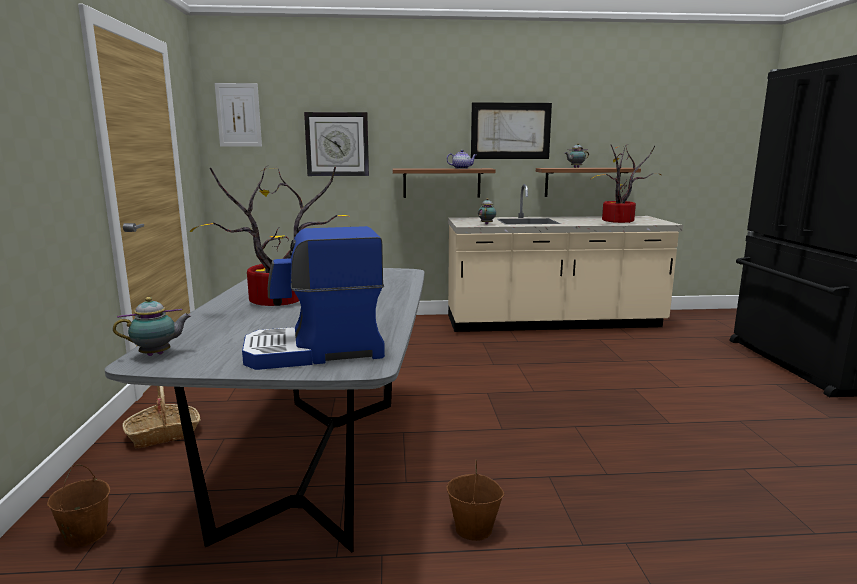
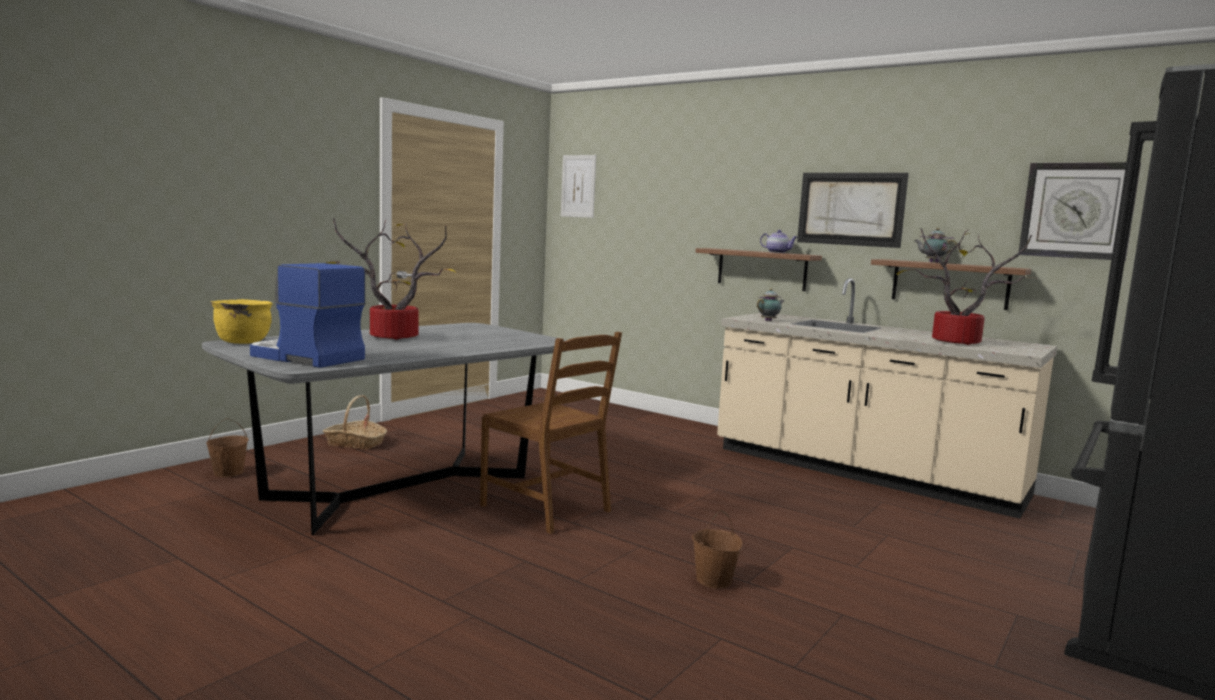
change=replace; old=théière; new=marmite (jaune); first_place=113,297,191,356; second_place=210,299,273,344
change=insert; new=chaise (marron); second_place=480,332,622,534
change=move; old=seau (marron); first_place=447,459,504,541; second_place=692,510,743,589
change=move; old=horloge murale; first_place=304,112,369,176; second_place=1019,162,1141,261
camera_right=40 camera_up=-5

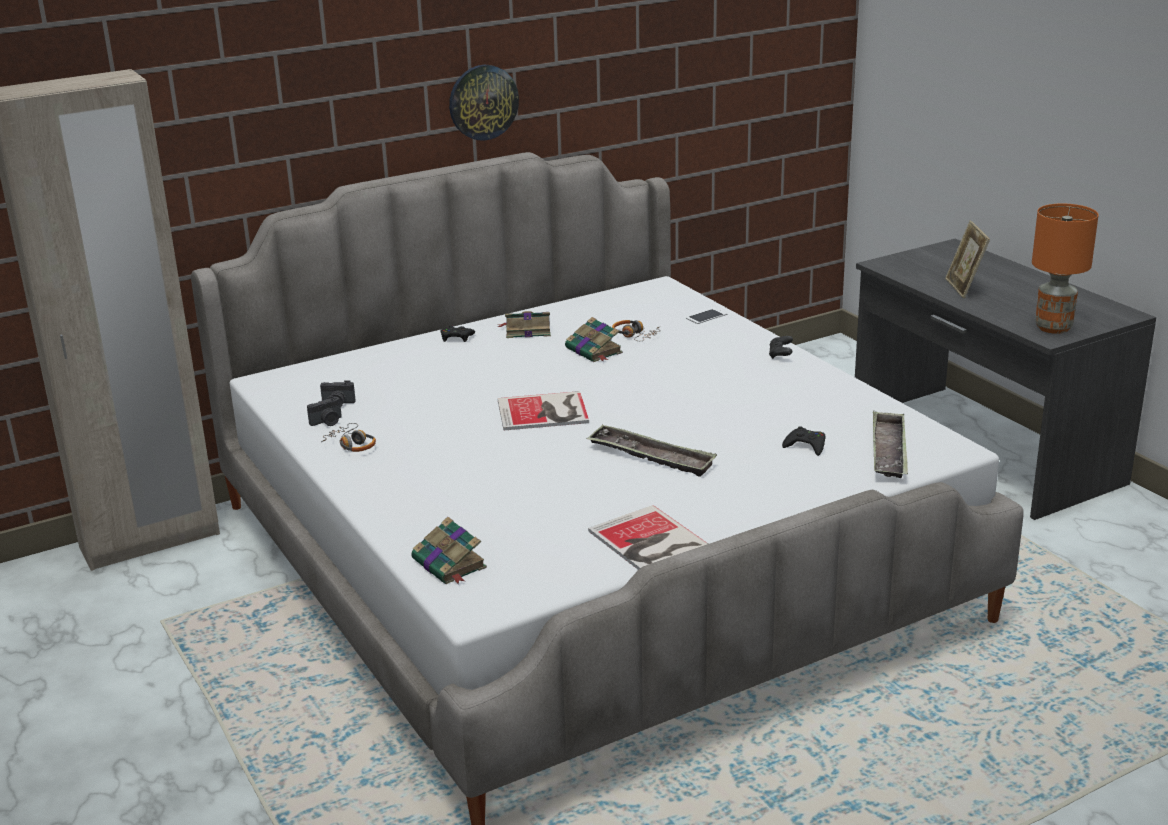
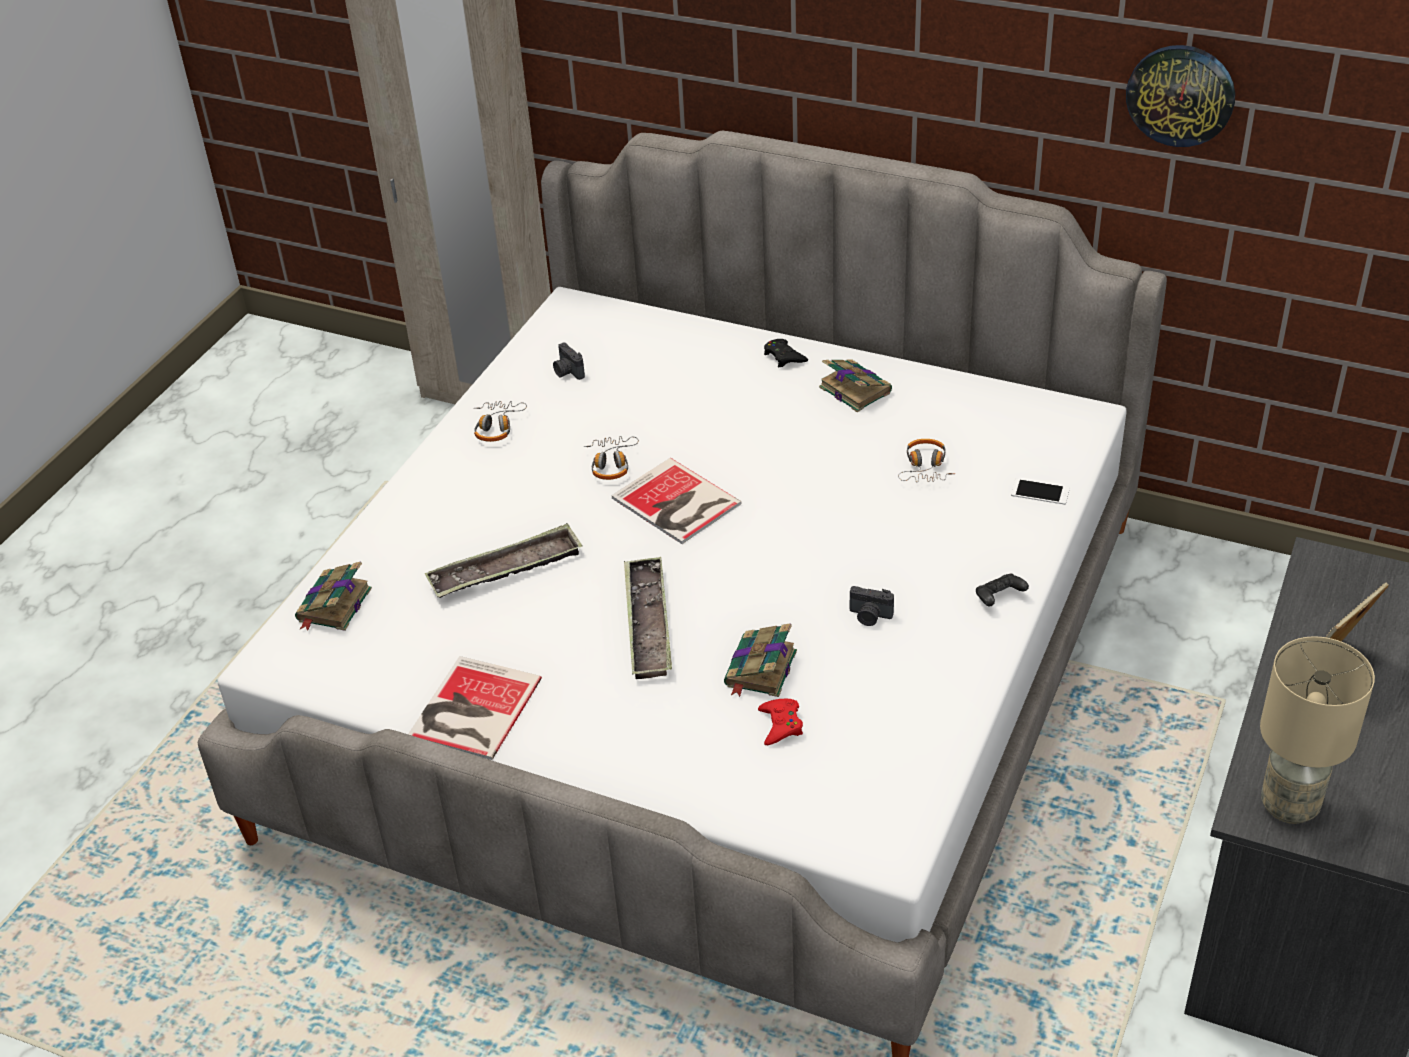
change=move; old=plateau; first_place=873,411,908,478; second_place=425,523,583,598
change=insert; new=casque audio; second_place=584,436,639,480
change=move; old=livre; first_place=565,317,623,362; second_place=724,623,797,697
change=recolor; old=manette (noir); new=manette (rouge); first_place=782,426,825,456; second_place=758,699,803,745
change=move; old=appareil photo; first_place=307,396,342,426; second_place=850,586,894,626
change=move; old=horloge murale; first_place=449,65,519,141; second_place=1126,45,1235,147
change=recolor; old=lampe de table (orange); new=lampe de table (beige); first_place=1032,203,1098,334; second_place=1260,636,1375,824
camera_right=55 camera_up=15

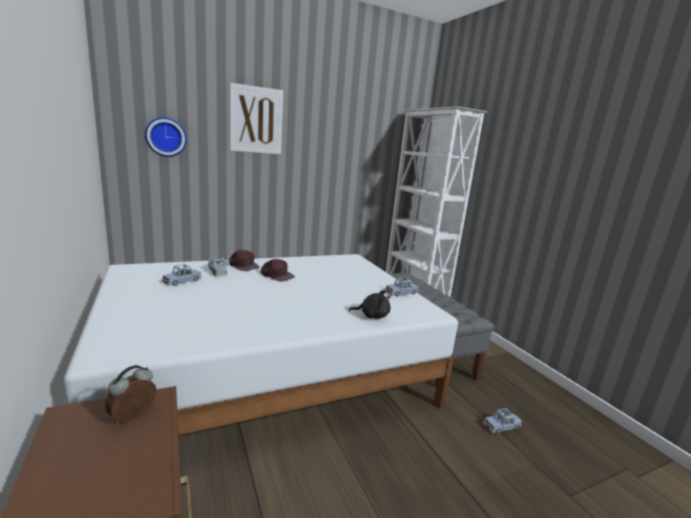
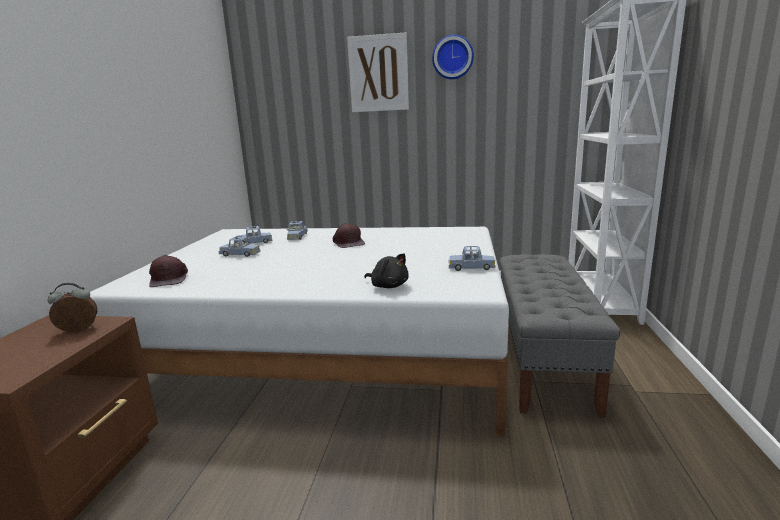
change=move; old=casquette (marron); first_place=229,250,259,271; second_place=149,255,188,287
change=move; old=petite voiture (bleu); first_place=483,408,522,434; second_place=219,236,260,257
change=move; old=horloge murale; first_place=145,117,187,157; second_place=432,35,474,79
camera_right=35 camera_up=0

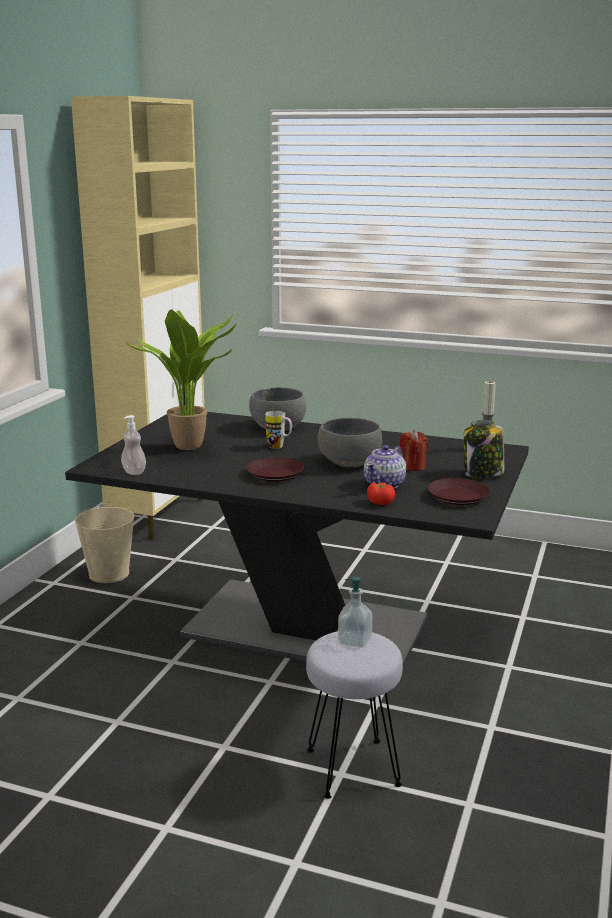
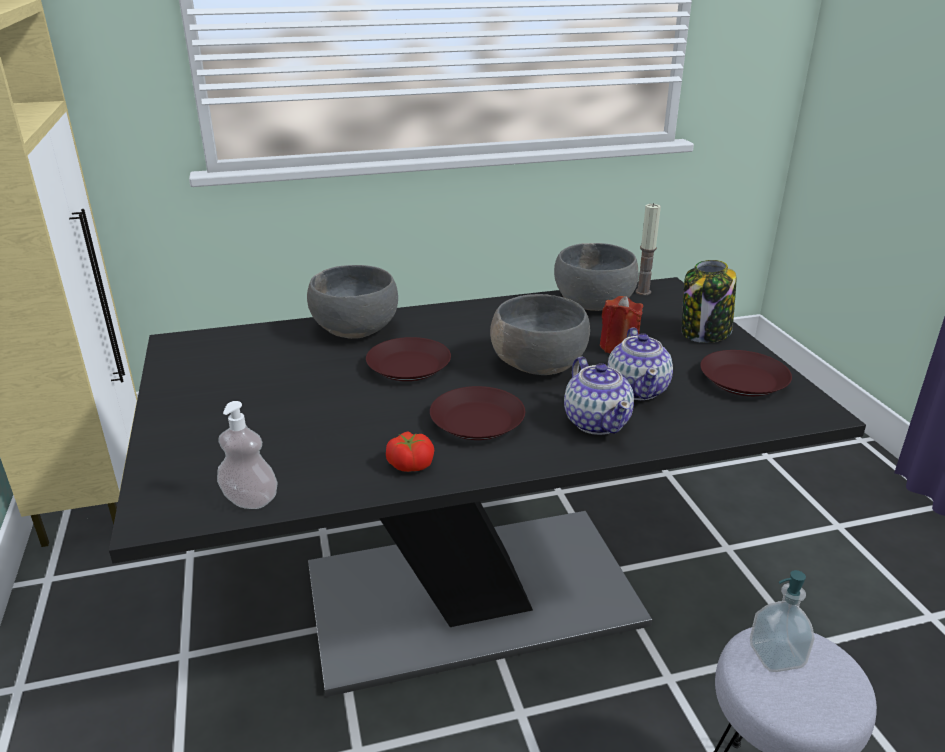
change=replace; old=mug; new=assiette (marron); first_place=265,411,292,449; second_place=366,337,451,381
change=move; old=tomate; first_place=367,482,395,505; second_place=386,431,434,472
change=insert; new=bol (gris); second_place=554,243,639,311
change=insert; new=théière; second_place=564,357,634,435
change=delete; old=seau (beige); first_place=74,506,134,583
change=delete; old=plante en pot; first_place=123,309,237,450
camera_right=-35 camera_up=10

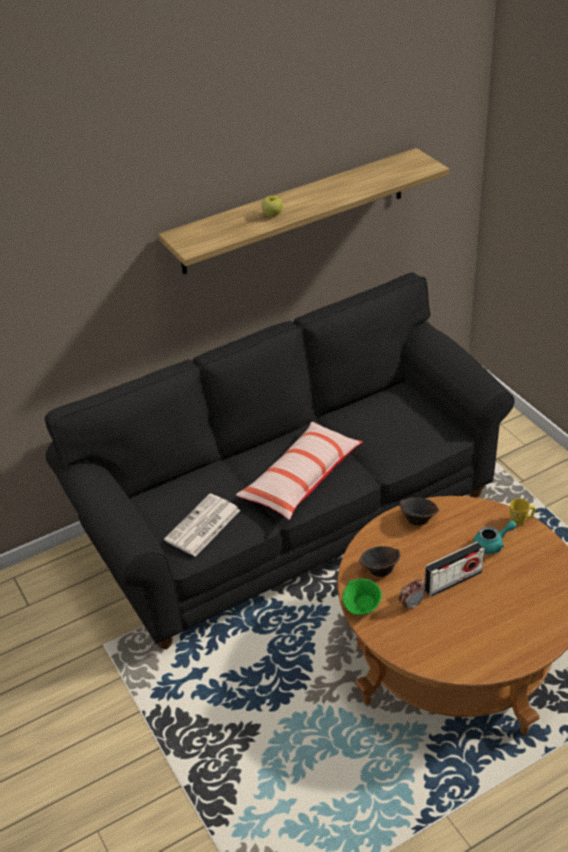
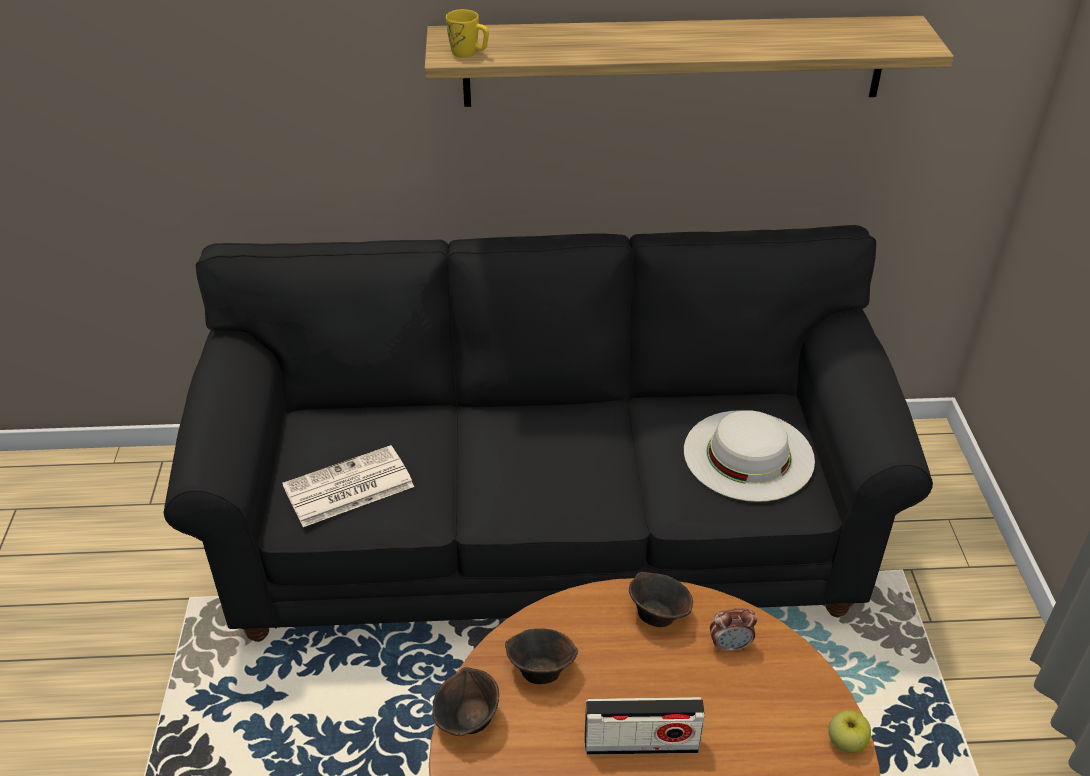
change=recolor; old=bol (vert); new=bol (marron); first_place=342,579,382,615; second_place=432,667,499,736
change=move; old=mug (jaune); first_place=510,498,536,526; second_place=446,9,489,58
change=insert; new=chapeau (blanc); second_place=684,410,815,502
change=move; old=réveil; first_place=399,579,425,611; second_place=710,608,757,652
change=move; old=pomme; first_place=261,196,283,217; second_place=828,710,871,753
change=delete; old=coussin; first_place=236,421,363,520
change=delete; old=théière (turquoise); first_place=473,521,516,554
camera_right=25 camera_up=0

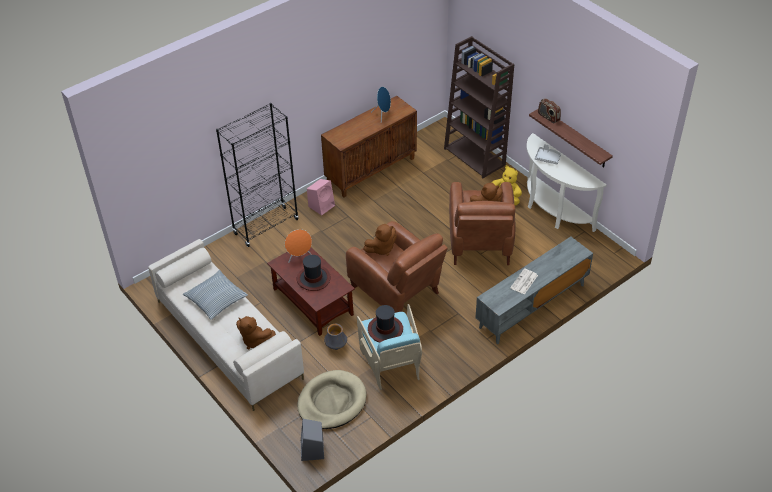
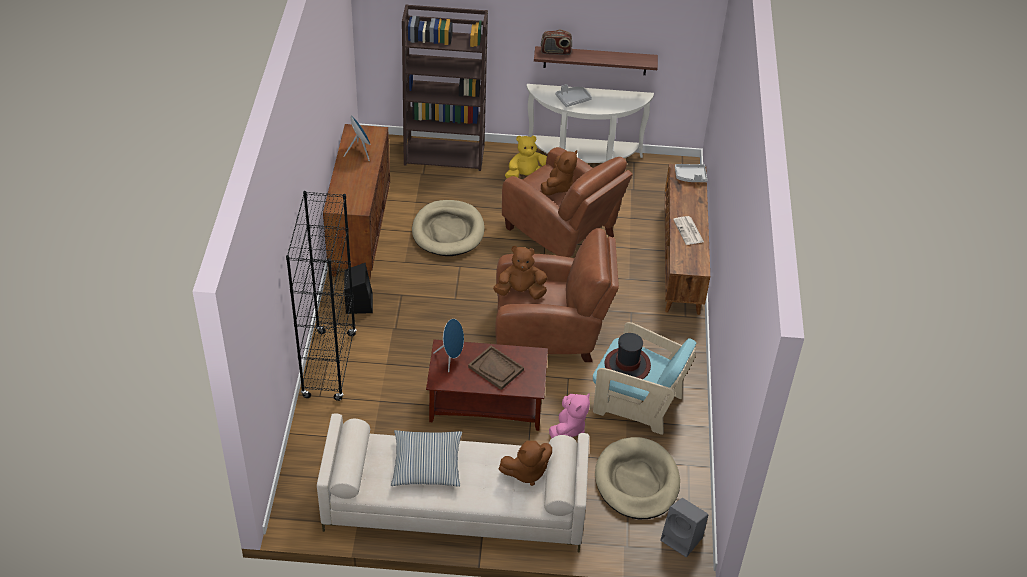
change=recolor; old=enceinte (rose); new=enceinte (noir); first_place=307,179,335,215; second_place=344,263,373,314
change=insert; new=panier pour chien (beige); second_place=412,200,485,256
change=recolor; old=enceinte (orange); new=enceinte (bleu); first_place=285,229,312,263; second_place=433,319,464,372
change=replace; old=chapeau; new=plateau (marron); first_place=297,255,331,291; second_place=468,346,524,390
change=rotate; old=peluche (marron); first_place=363,224,397,256; second_place=493,246,547,300; degrees=-105
change=replace; old=vase; new=peluche (rose); first_place=324,324,347,350; second_place=549,393,590,439
change=recolor; old=meuble télé (gris); new=meuble télé (marron); first_place=475,237,593,344; second_place=664,164,710,315
change=insert; new=plateau (gris); second_place=675,164,707,182
camera_right=-50 camera_up=0

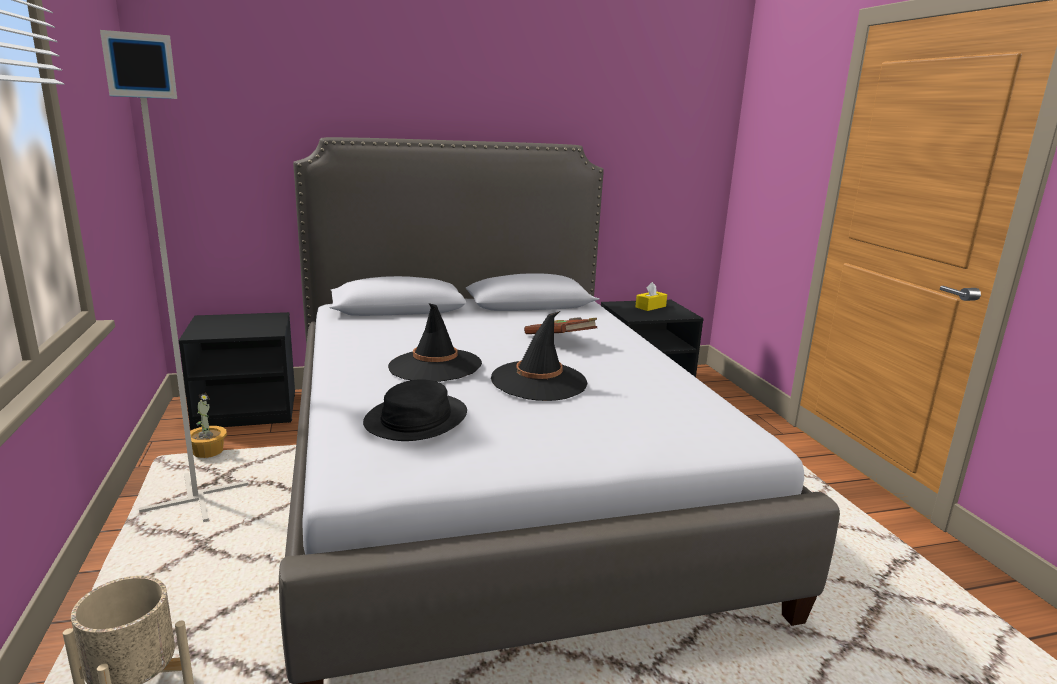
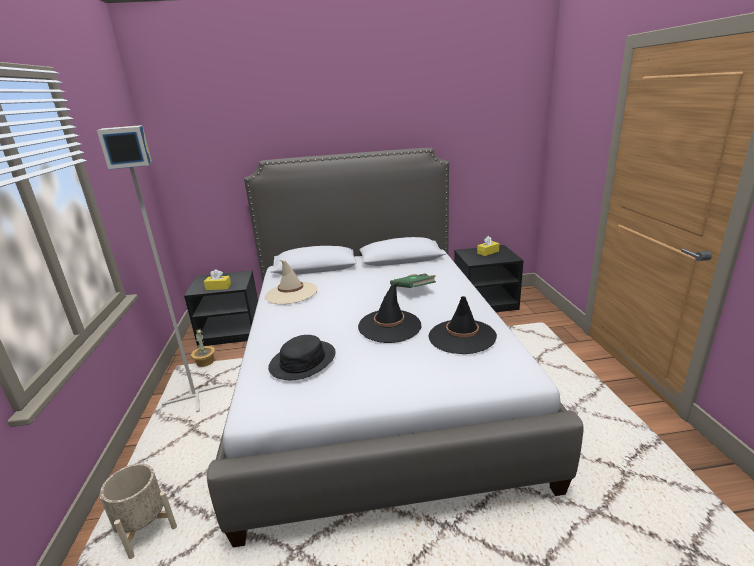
change=insert; new=boîte à mouchoirs (jaune); second_place=204,269,231,290
change=insert; new=chapeau (beige); second_place=265,260,317,305
change=recolor; old=livre (marron); new=livre (vert); first_place=524,317,597,334; second_place=390,274,436,288
change=move; old=chapeau (noir); first_place=388,303,482,382; second_place=428,296,497,354
camera_right=10 camera_up=5

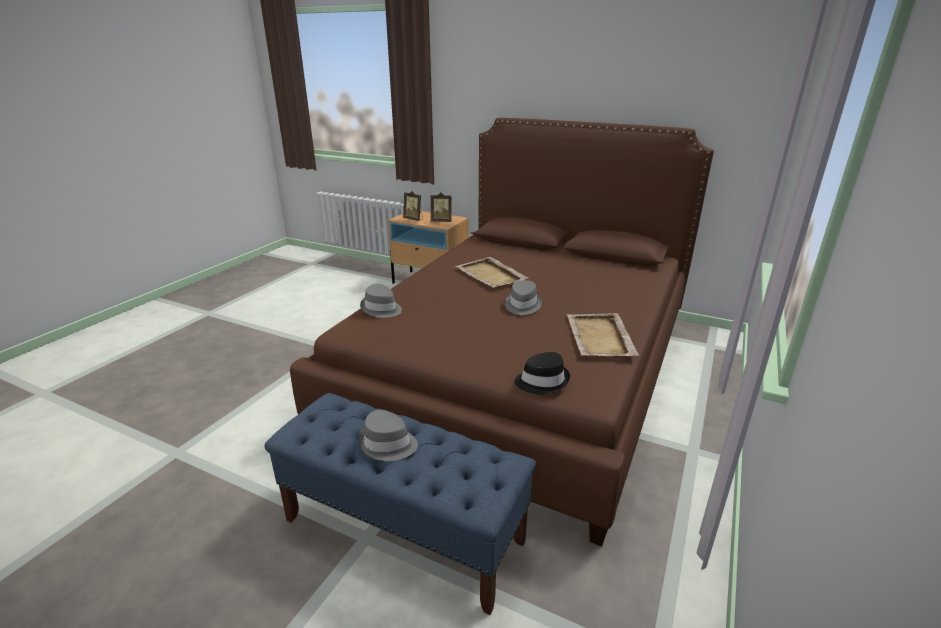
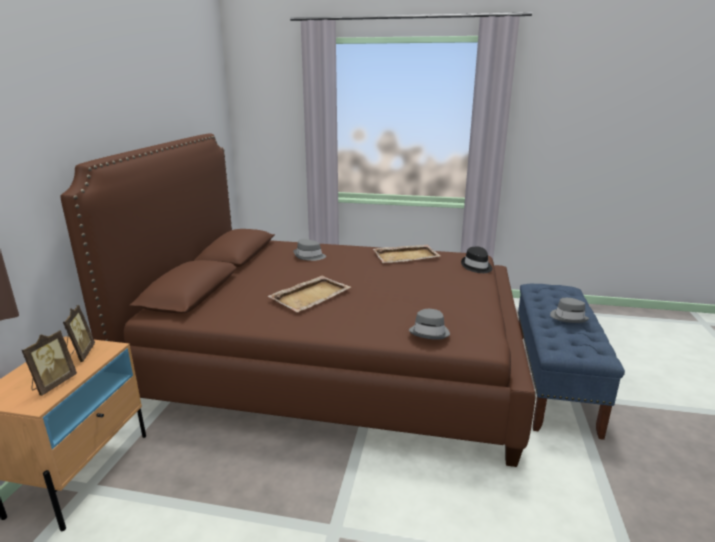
change=move; old=chapeau (gris); first_place=505,280,542,315; second_place=294,239,326,261
camera_right=-105 camera_up=-5

